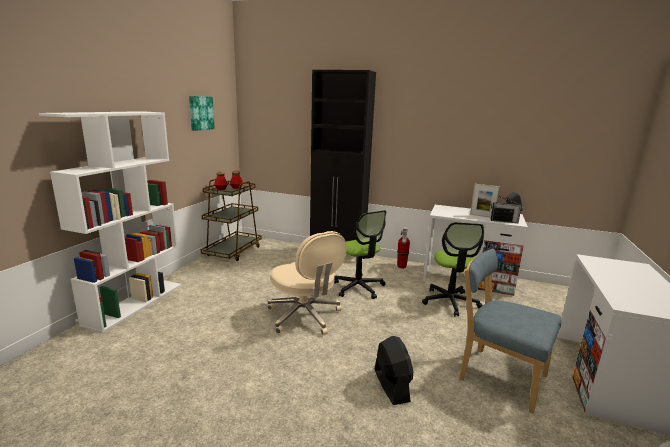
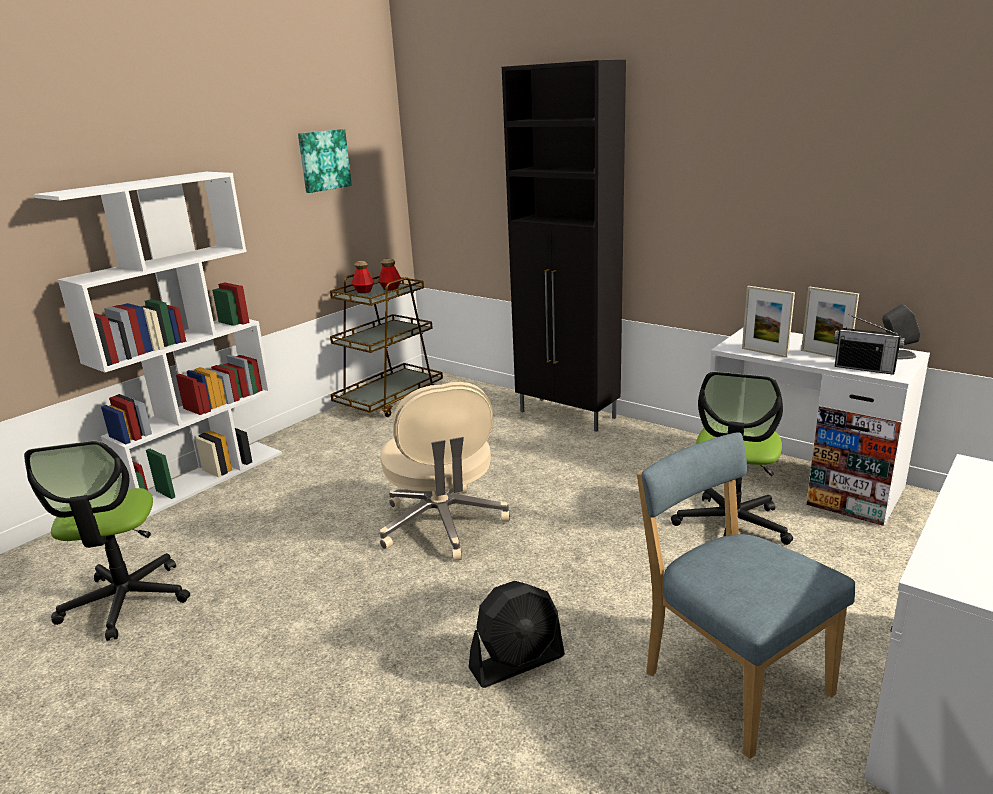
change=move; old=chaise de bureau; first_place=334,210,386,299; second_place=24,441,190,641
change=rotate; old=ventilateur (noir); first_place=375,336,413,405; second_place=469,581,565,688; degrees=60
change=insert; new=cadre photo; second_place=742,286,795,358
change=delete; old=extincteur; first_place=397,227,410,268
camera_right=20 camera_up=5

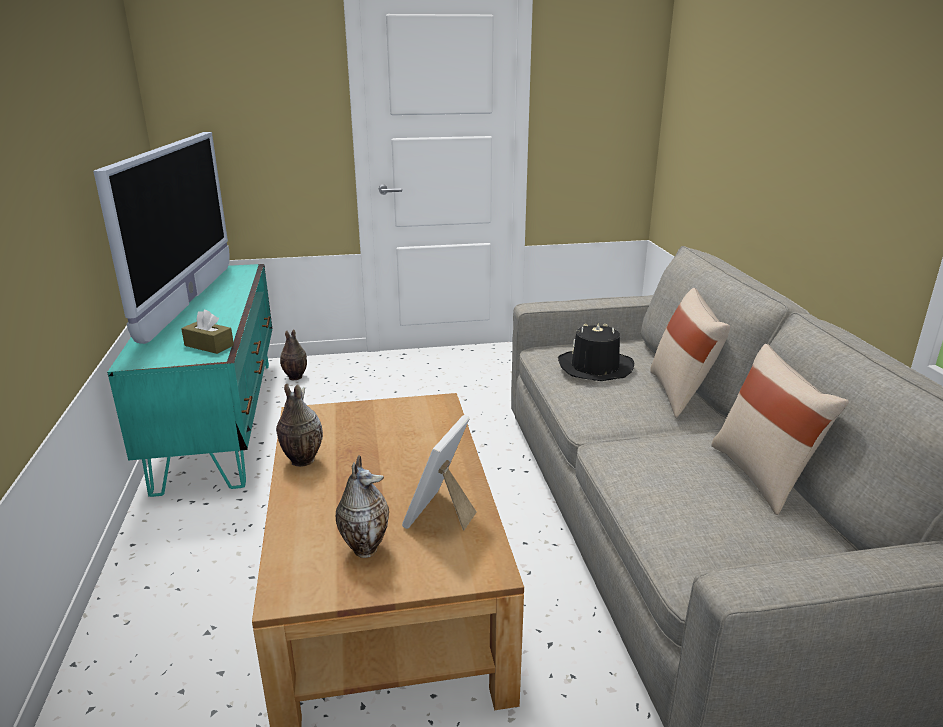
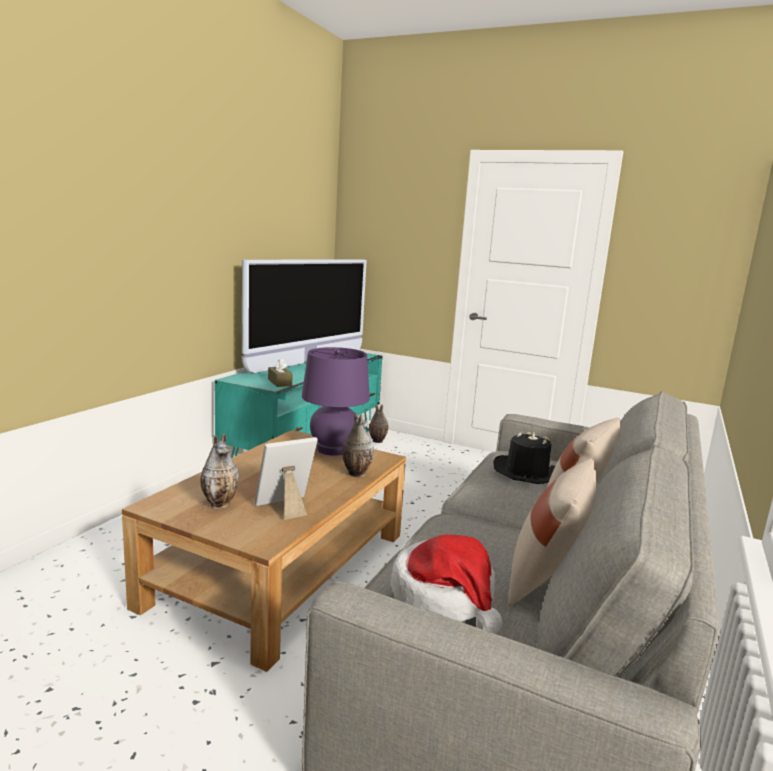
change=insert; new=lampe de table (violet); second_place=302,347,370,456
change=move; old=vase; first_place=276,384,323,467; second_place=342,412,374,477
change=insert; new=chapeau; second_place=391,534,503,634
camera_right=35 camera_up=-10

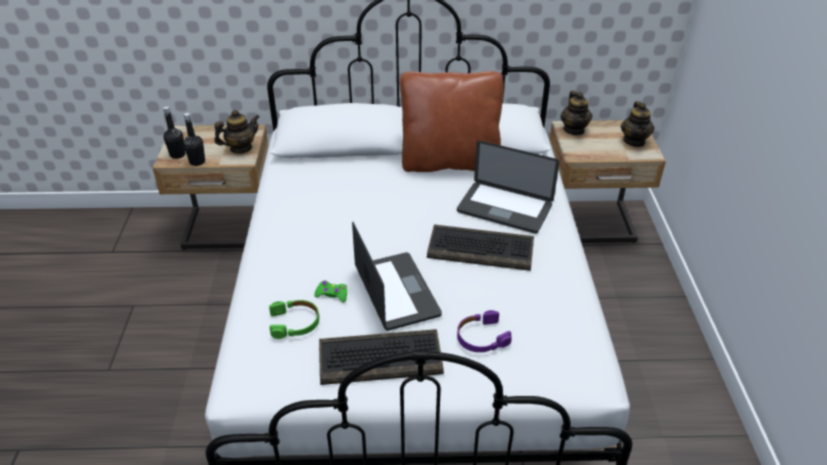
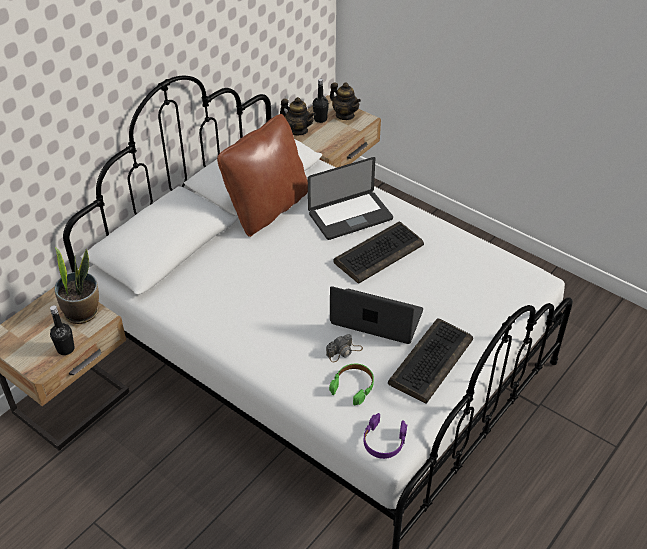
change=replace; old=théière; new=plante en pot; first_place=214,110,260,154; second_place=55,247,99,324
change=move; old=bouteille (noir); first_place=163,106,185,159; second_place=313,78,329,123
change=replace; old=manette (vert); new=appareil photo; first_place=314,281,347,303; second_place=326,334,363,362
change=move; old=casque audio (violet); first_place=457,310,512,352; second_place=364,413,407,459
camera_right=-50 camera_up=5

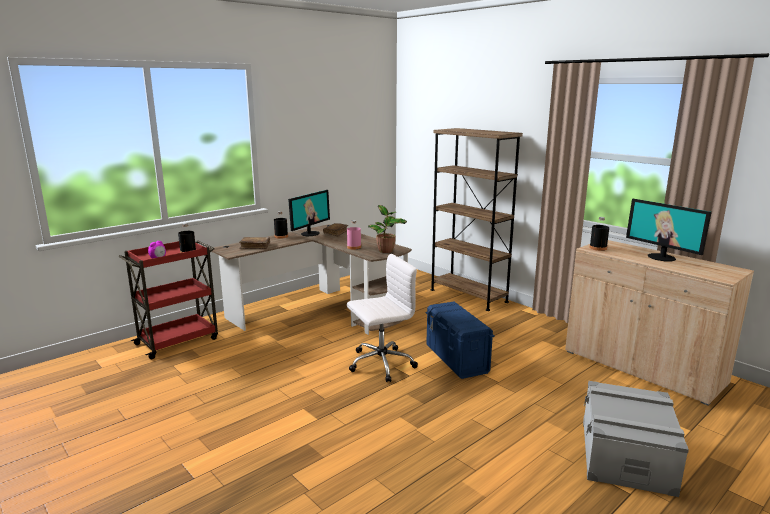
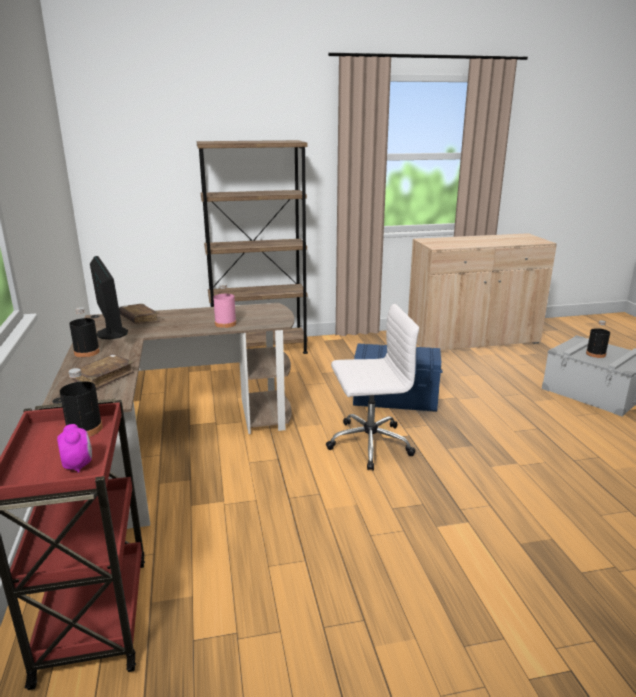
change=rotate; old=chaise de bureau (blanc); first_place=347,254,418,382; second_place=326,304,419,471; degrees=75
change=move; old=bouteille (noir); first_place=589,217,609,251; second_place=586,320,610,358
change=delete; old=plante en pot; first_place=368,205,407,253
change=delete; old=écran d'ordinateur; first_place=626,199,712,261
camera_right=-60 camera_up=5

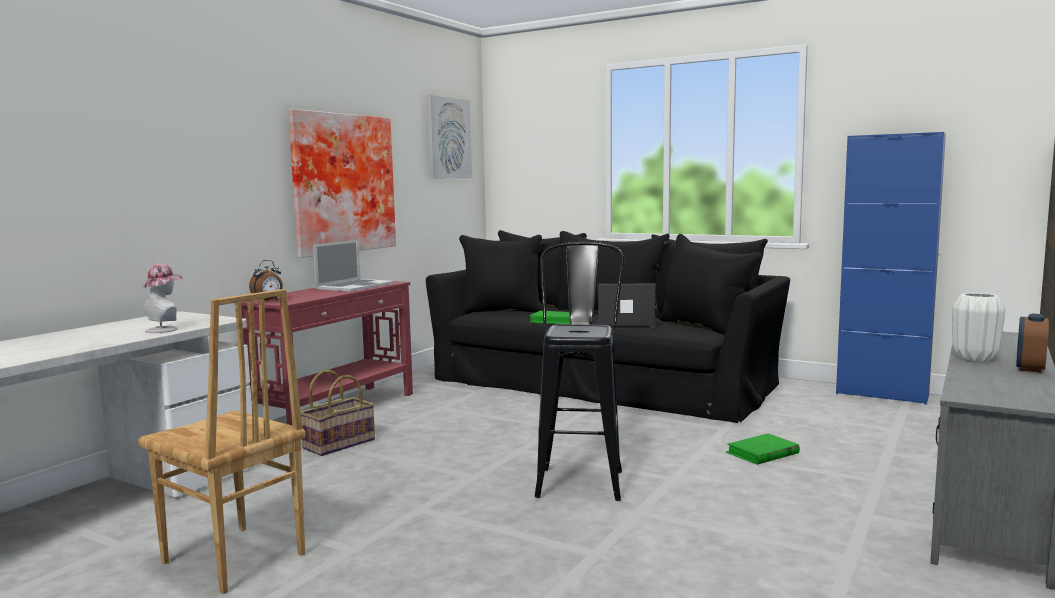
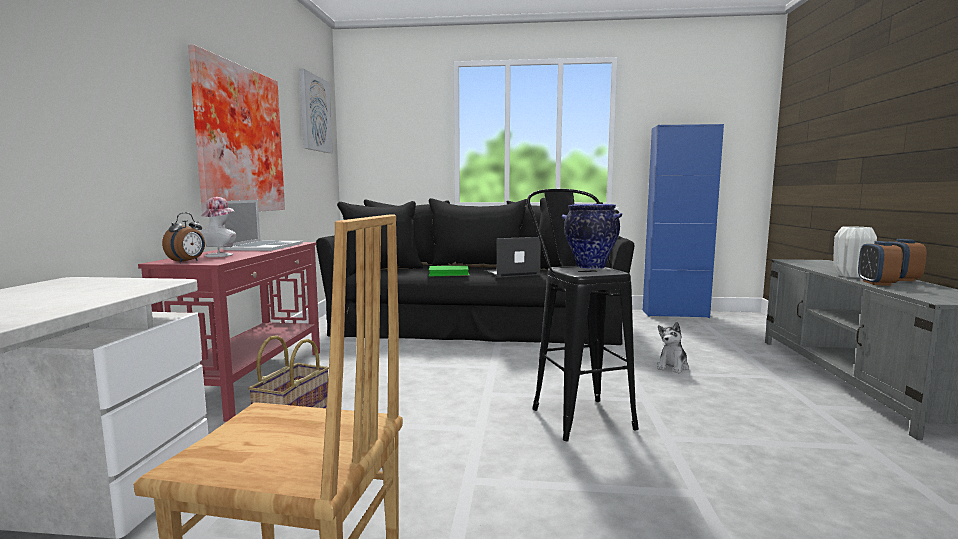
change=move; old=chapeau; first_place=141,263,183,333; second_place=201,197,236,257
change=insert; new=vase; second_place=562,204,622,269
change=replace; old=livre (vert); new=peluche; first_place=726,434,800,465; second_place=657,322,689,373
change=insert; new=réveil; second_place=858,241,903,286
camera_right=-25 camera_up=0

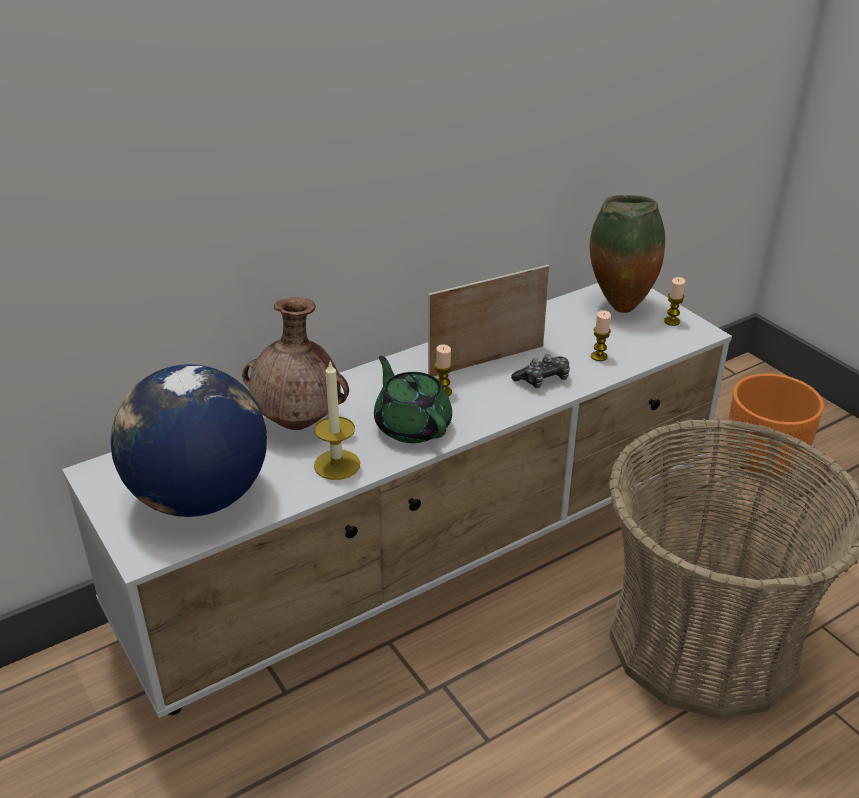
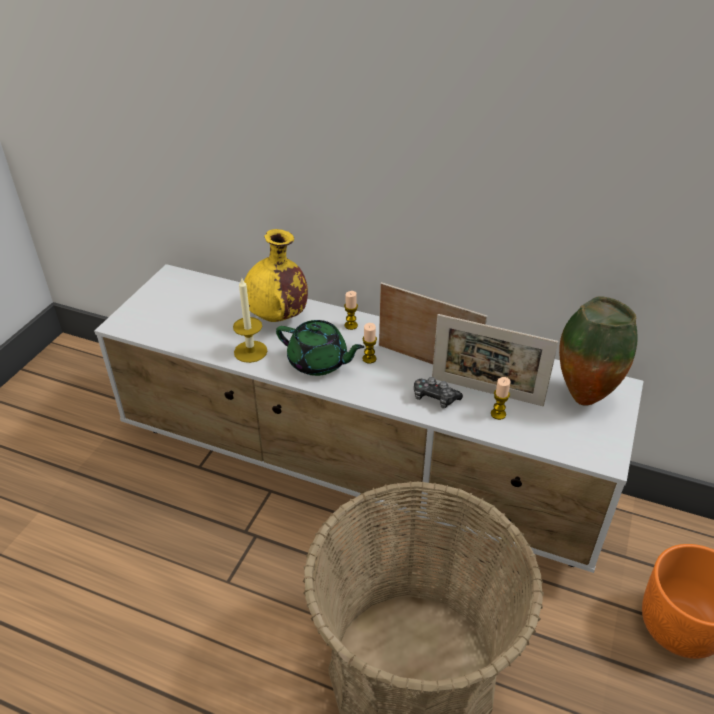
change=recolor; old=vase (marron); new=vase (jaune); first_place=242,297,349,430; second_place=244,229,308,322
change=rotate; old=théière (vert); first_place=374,356,452,443; second_place=276,320,364,376; degrees=90
change=move; old=bougie; first_place=664,277,685,326; second_place=344,291,358,330
change=insert; new=cadre photo; second_place=432,314,559,406
change=delete; old=globe; first_place=111,364,267,517
camera_right=55 camera_up=5

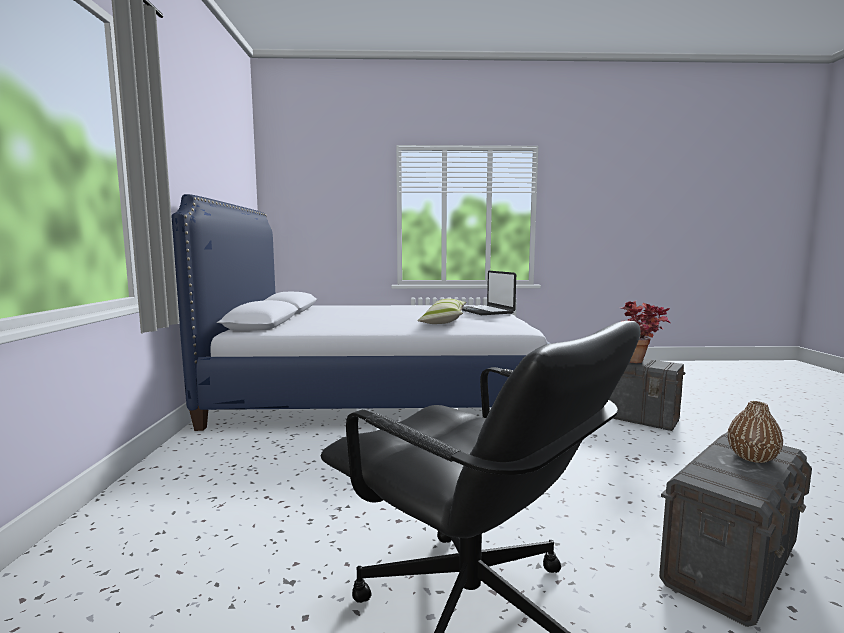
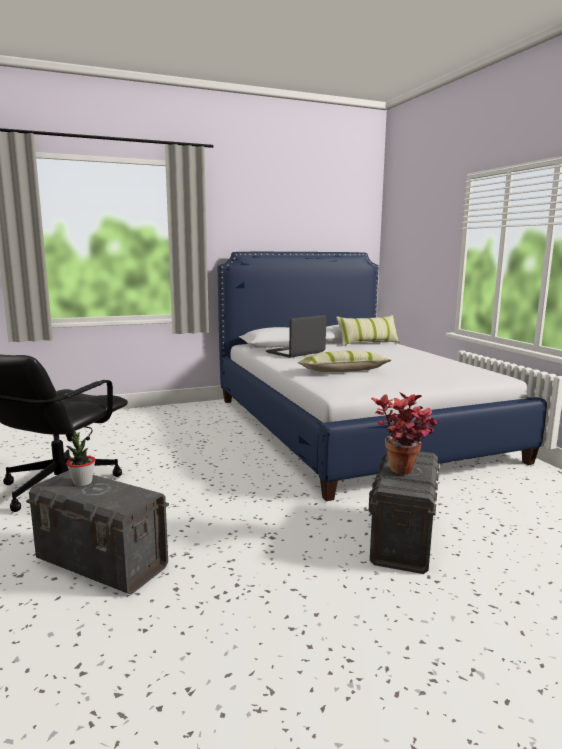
change=insert; new=plante en pot; second_place=66,430,96,486
change=move; old=ordinateur portable; first_place=462,271,516,315; second_place=266,315,326,358
change=insert; new=coussin; second_place=336,315,400,346
change=delete; old=vase (marron); first_place=727,401,783,463
camera_right=70 camera_up=5

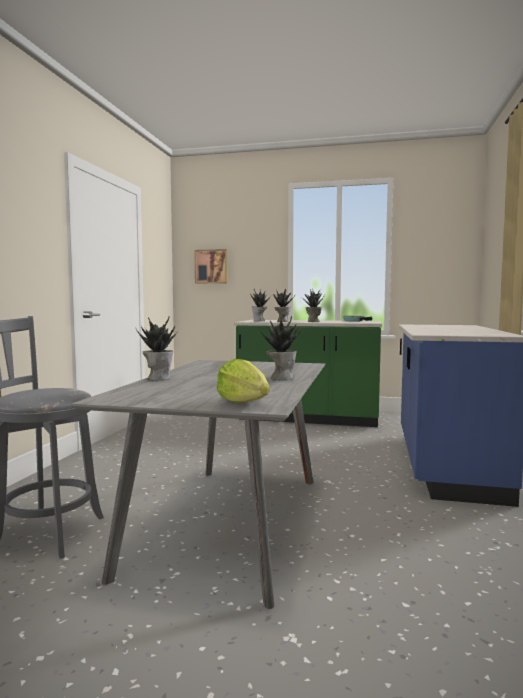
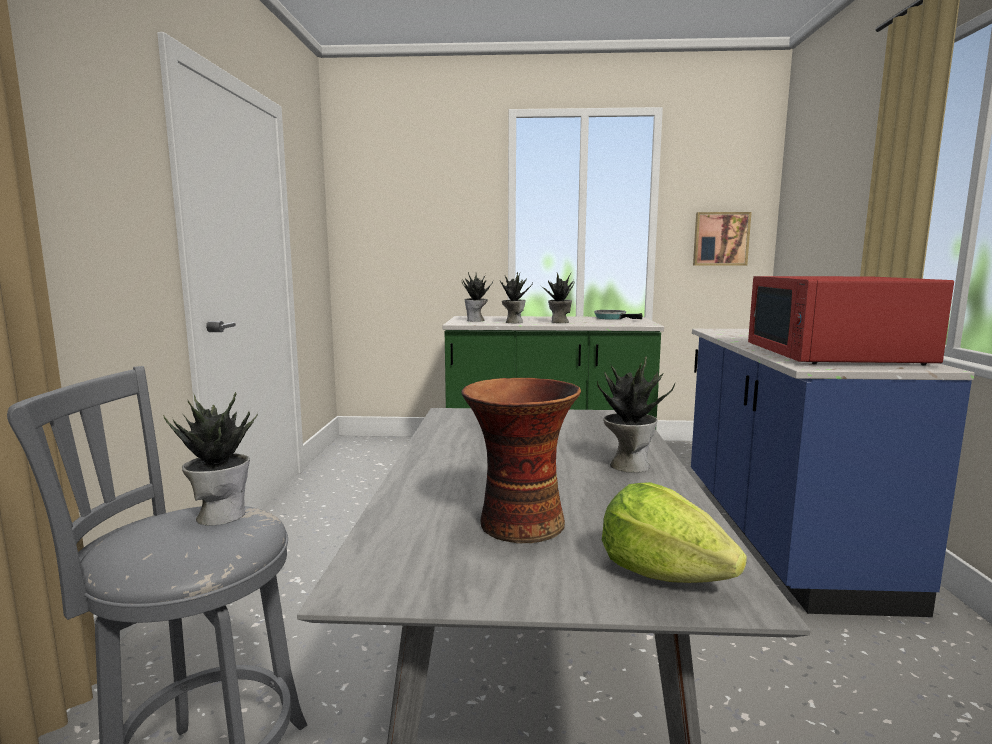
change=move; old=plante en pot; first_place=135,317,177,381; second_place=163,392,258,526
change=insert; new=vase; second_place=461,378,581,543
change=move; old=tableau; first_place=194,249,228,284; second_place=693,212,752,266
change=insert; new=micro-ondes (rouge); second_place=748,276,954,366
camera_right=-10 camera_up=5

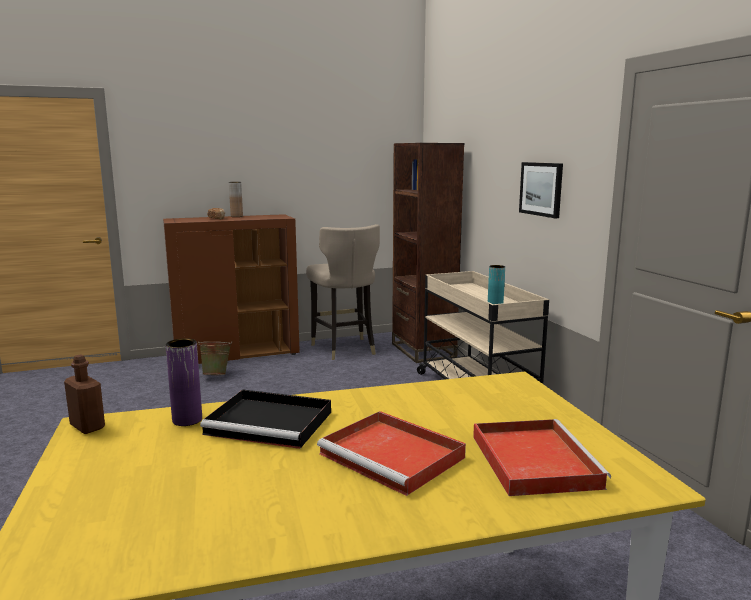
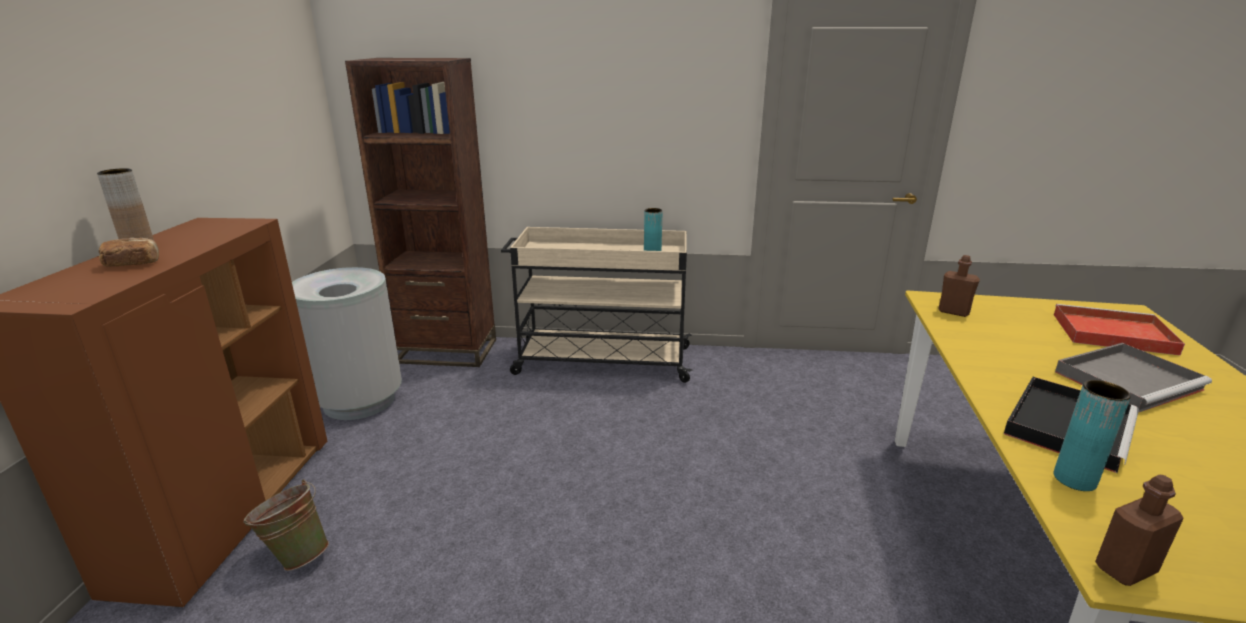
change=replace; old=tabouret (beige); new=poubelle (gris); first_place=306,224,380,360; second_place=292,267,402,420
change=insert; new=bouteille (marron); second_place=938,255,980,317
change=recolor; old=vase (violet); new=vase (turquoise); first_place=166,338,202,426; second_place=1054,380,1131,491
change=recolor; old=plateau (rouge); new=plateau (gris); first_place=317,411,466,496; second_place=1055,343,1212,412
change=delete; old=tableau; first_place=519,162,563,218
camera_right=-65 camera_up=10

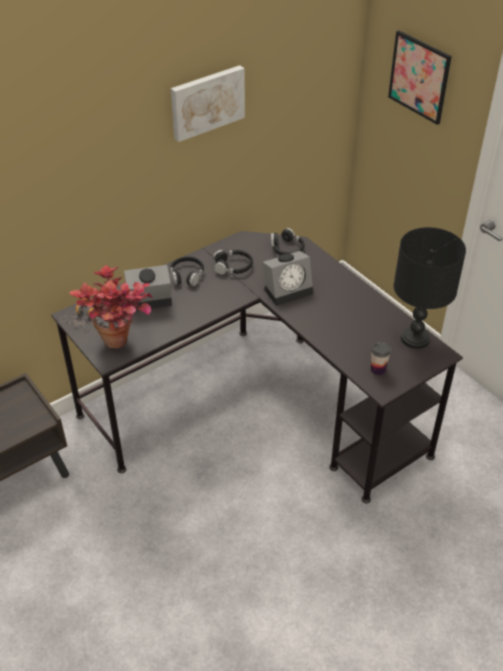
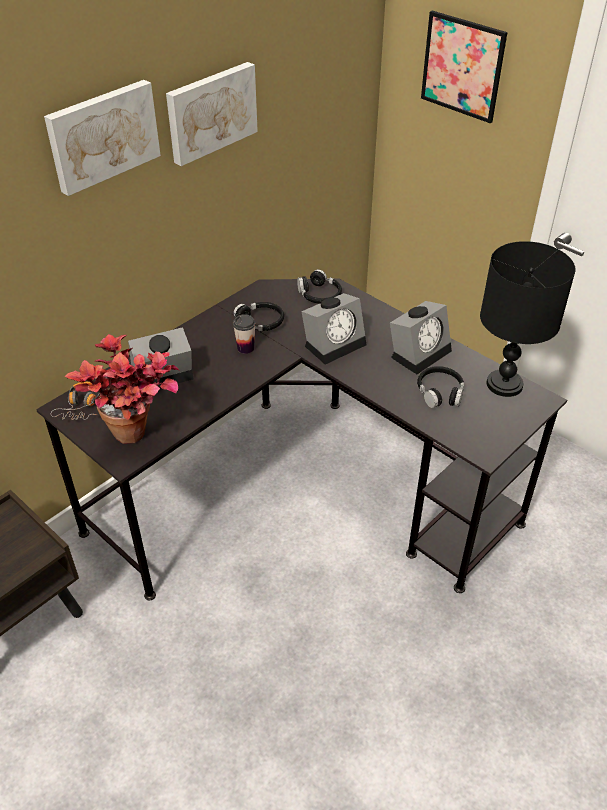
change=insert; new=tableau; second_place=44,80,161,196
change=move; old=tasse; first_place=371,342,391,375; second_place=233,314,256,354
change=insert; new=réveil; second_place=390,301,452,374
change=move; old=casque audio (noir); first_place=170,257,204,286; second_place=417,366,464,408
camera_right=-10 camera_up=0

